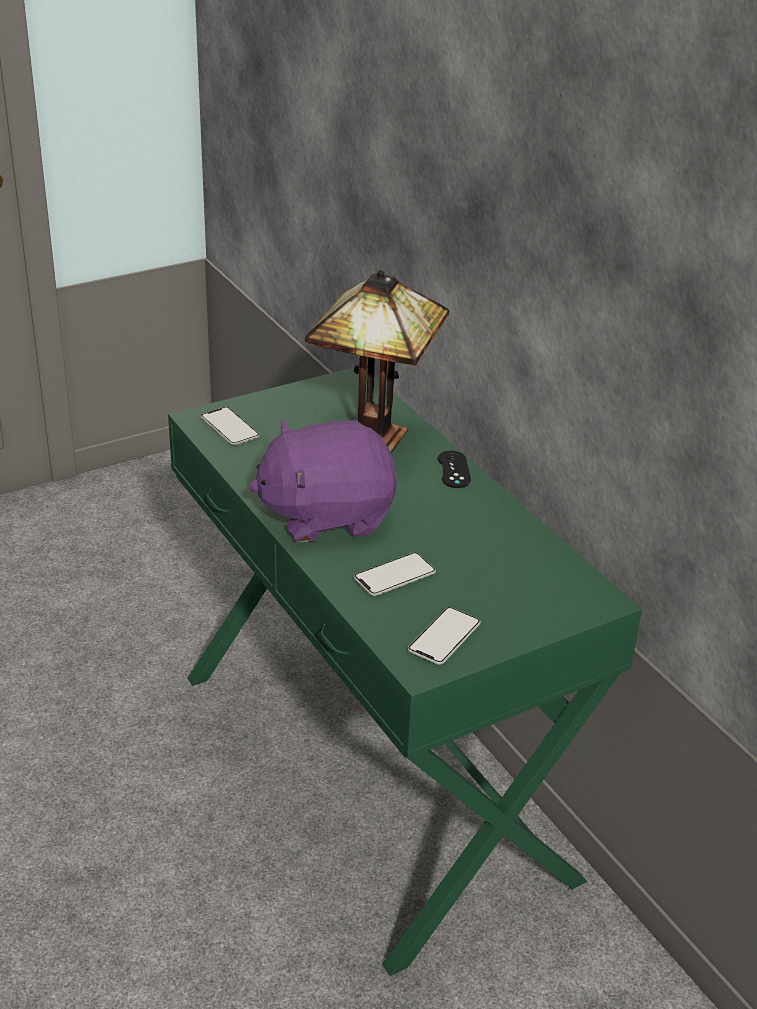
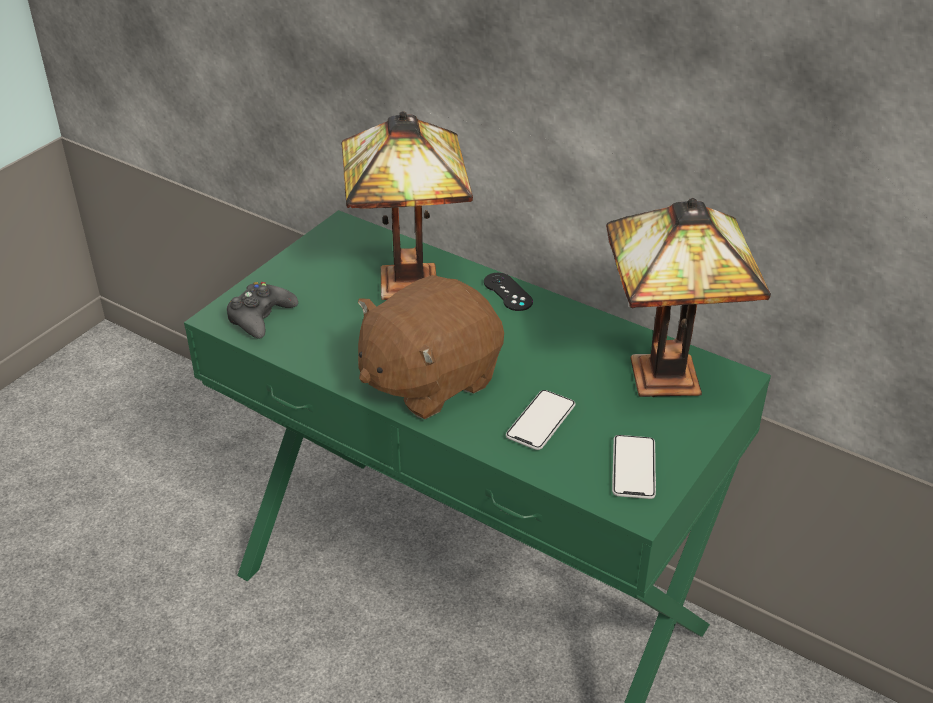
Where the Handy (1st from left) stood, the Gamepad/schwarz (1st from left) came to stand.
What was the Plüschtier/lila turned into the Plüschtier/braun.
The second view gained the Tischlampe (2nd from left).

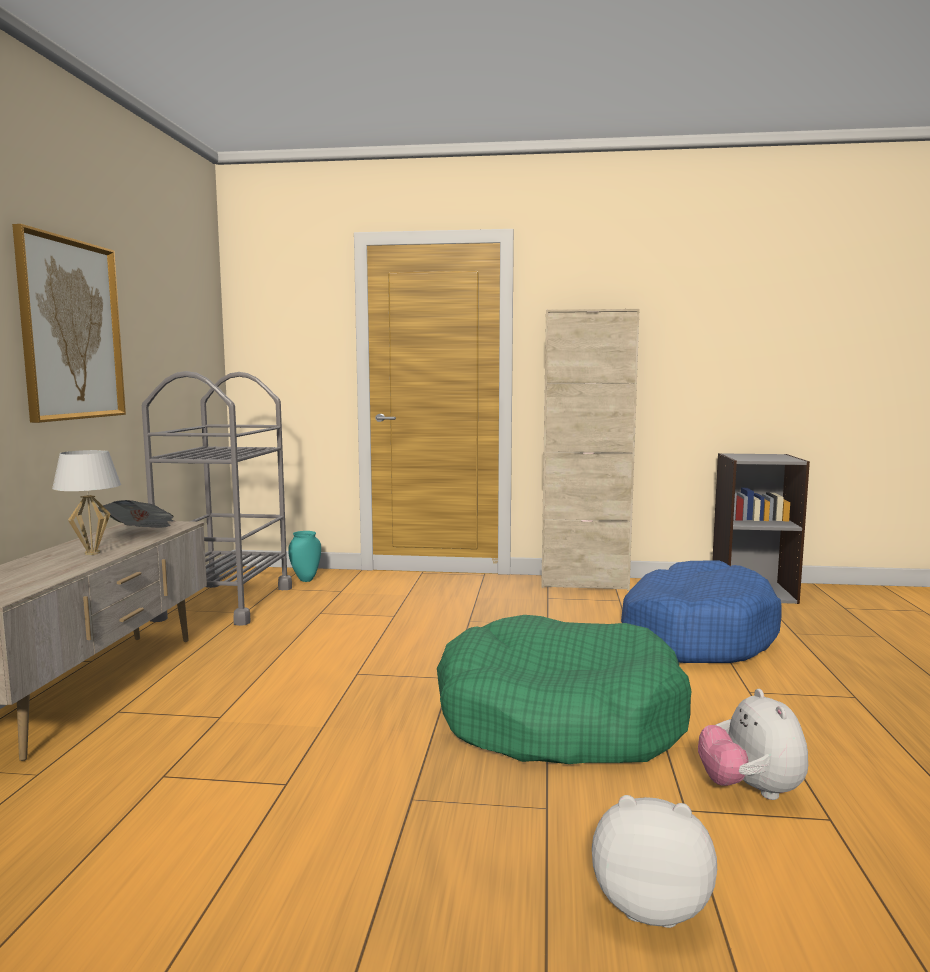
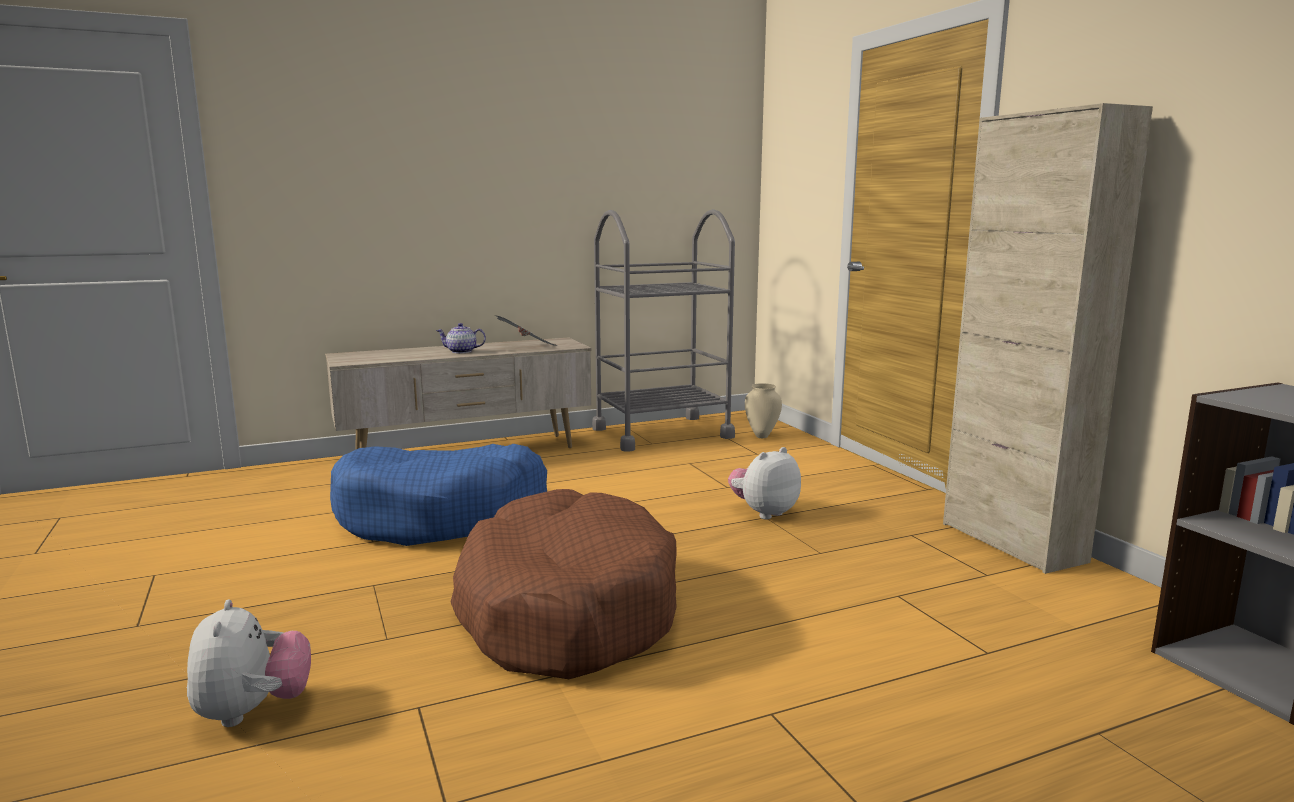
The second view lost the Bild.
Where the Tischlampe/weiß stood, the Teekanne came to stand.
What was the Vase/türkis turned into the Vase/beige.
The Hundebett/blau ended up elsewhere.
What was the Hundebett/grün turned into the Hundebett/braun.
The Plüschtier (2nd from left) ended up elsewhere.

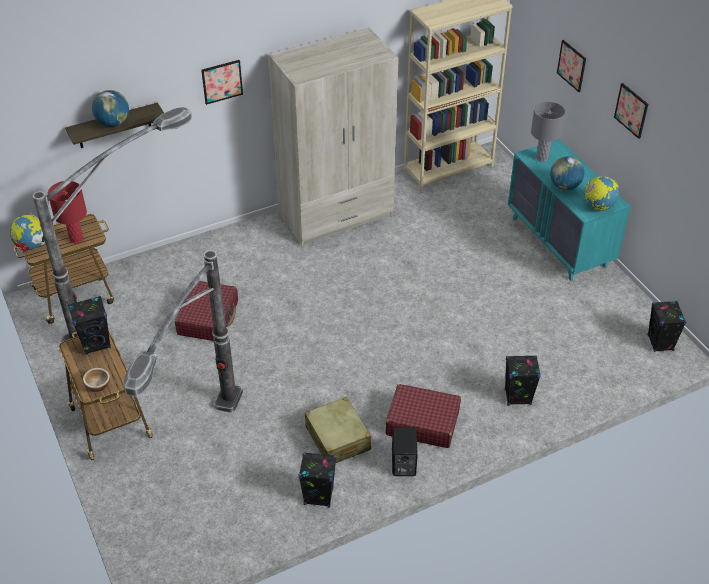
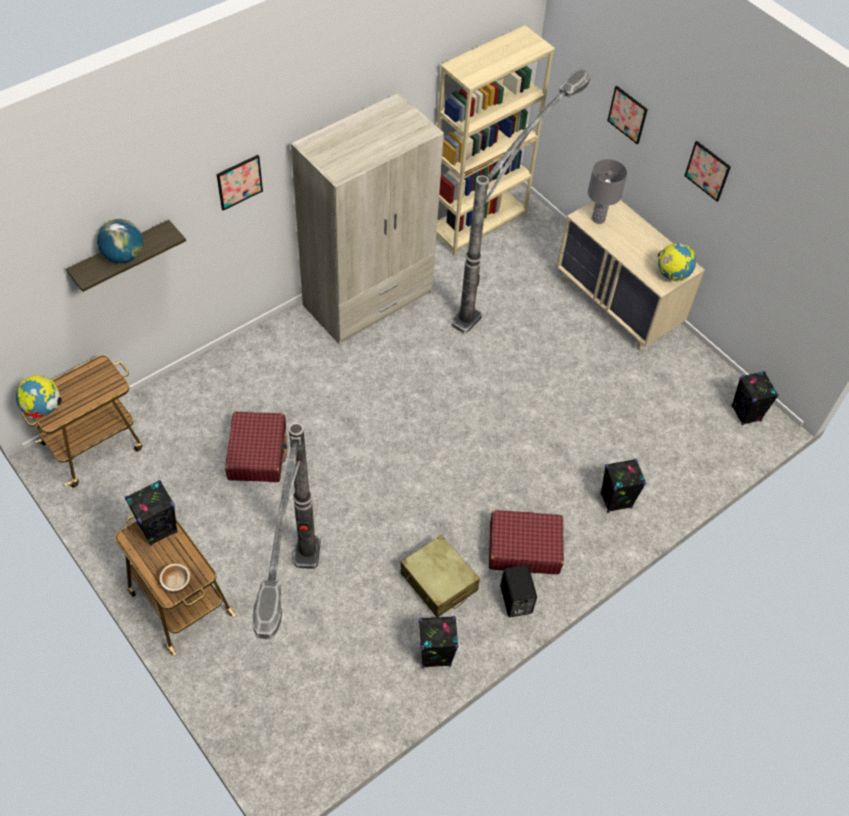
The Stehlampe (1st from left in the first image) ended up elsewhere.
What was the Kommode/türkis turned into the Kommode/beige.
The second view lost the Globus (3rd from left).
The second view lost the Tischlampe/rot.

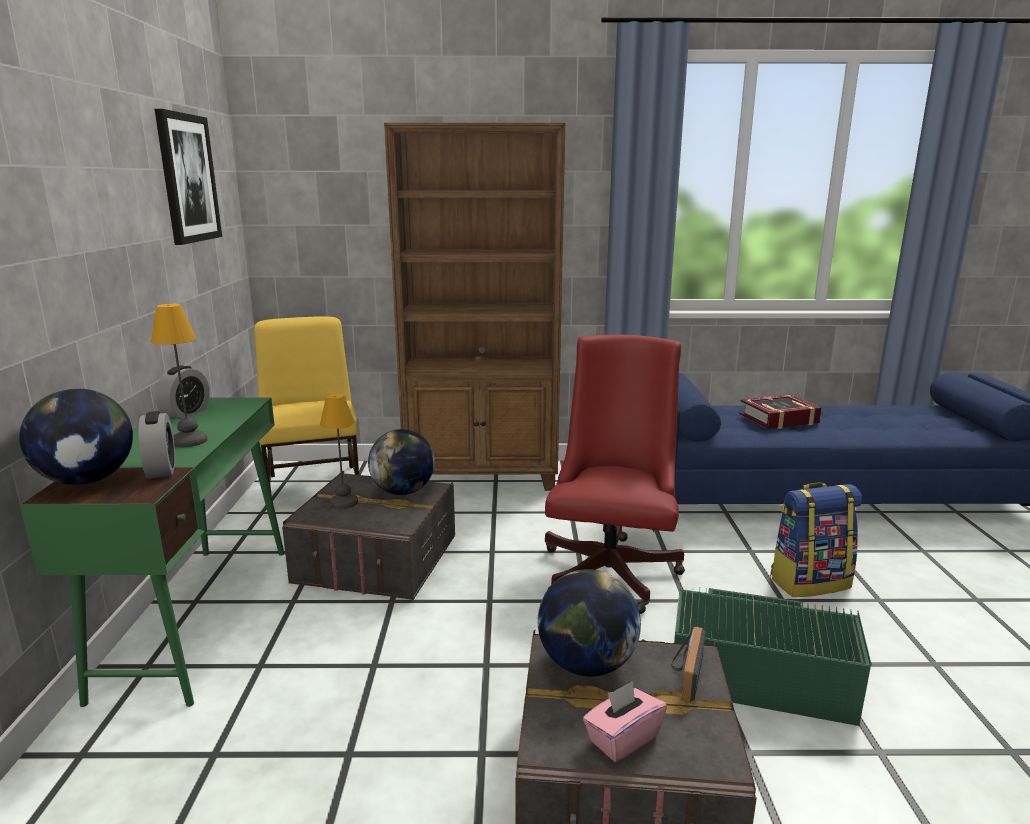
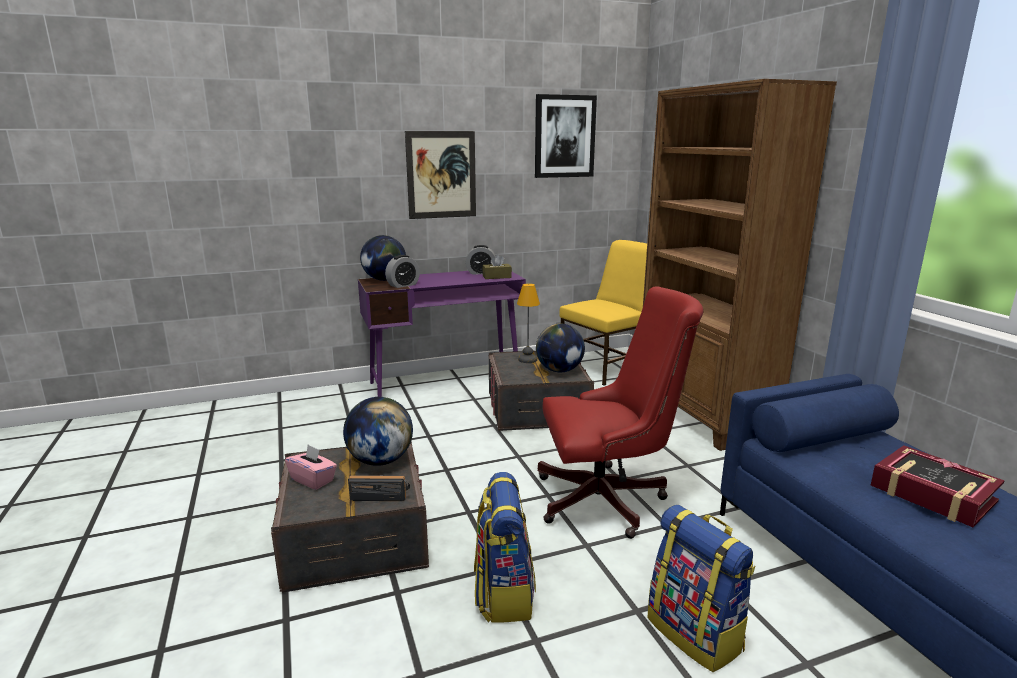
The second view lost the Tischlampe (1st from left).
What was the Schreibtisch/grün turned into the Schreibtisch/lila.
Where the Aufbewahrungsbox/grün stood, the Rucksack (1st from left) came to stand.
The second view gained the Bild (1st from left).
The second view gained the Taschentuchbox/braun.

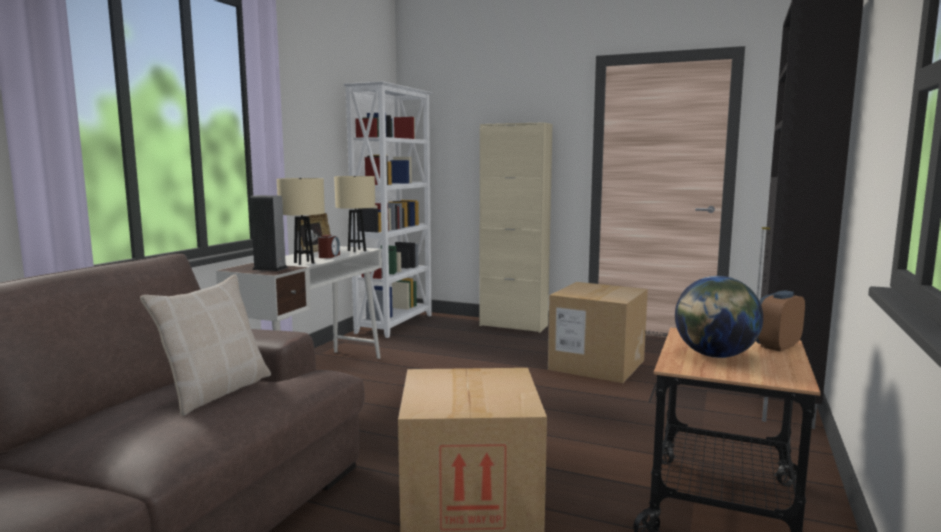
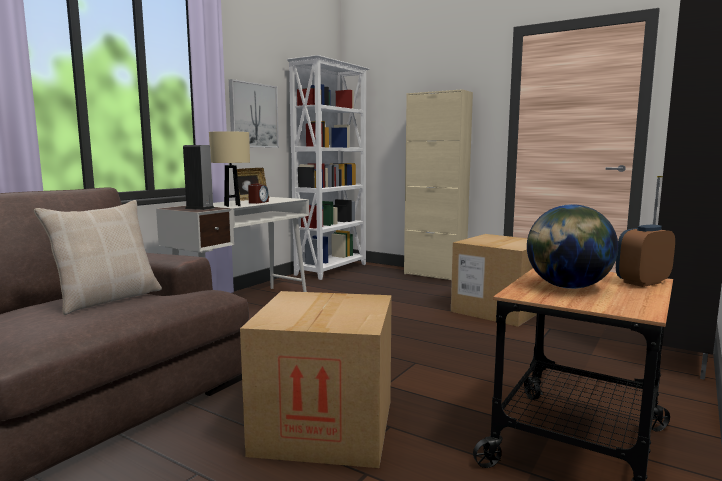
The second view lost the Tischlampe/beige (2nd from left).
The second view gained the Bild.

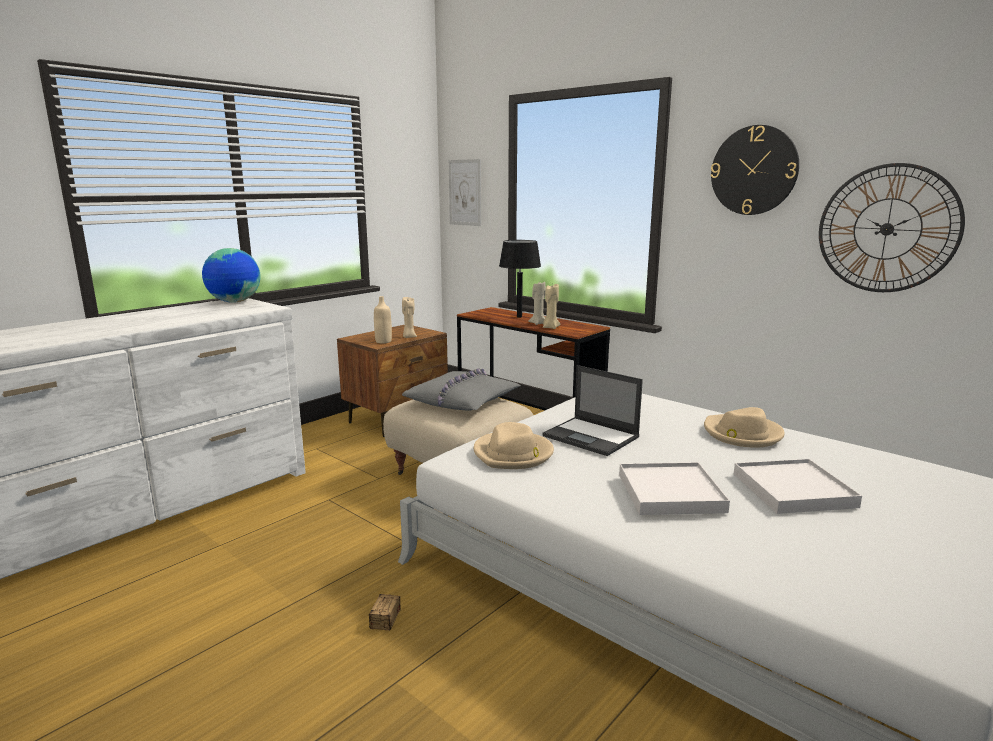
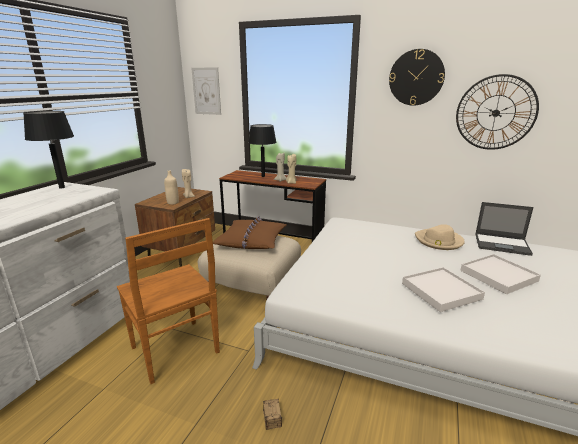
Where the Globus stood, the Tischlampe/schwarz (1st from left) came to stand.
The Laptop ended up elsewhere.
What was the Kissen/grau turned into the Kissen/braun.
The second view lost the Hut/beige (1st from left).
The second view gained the Stuhl/braun.

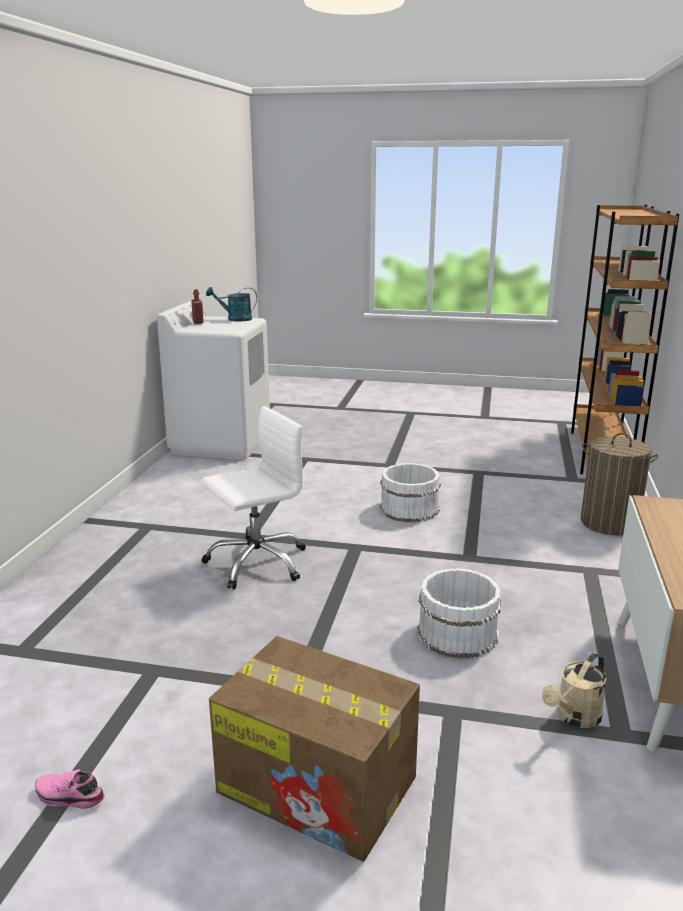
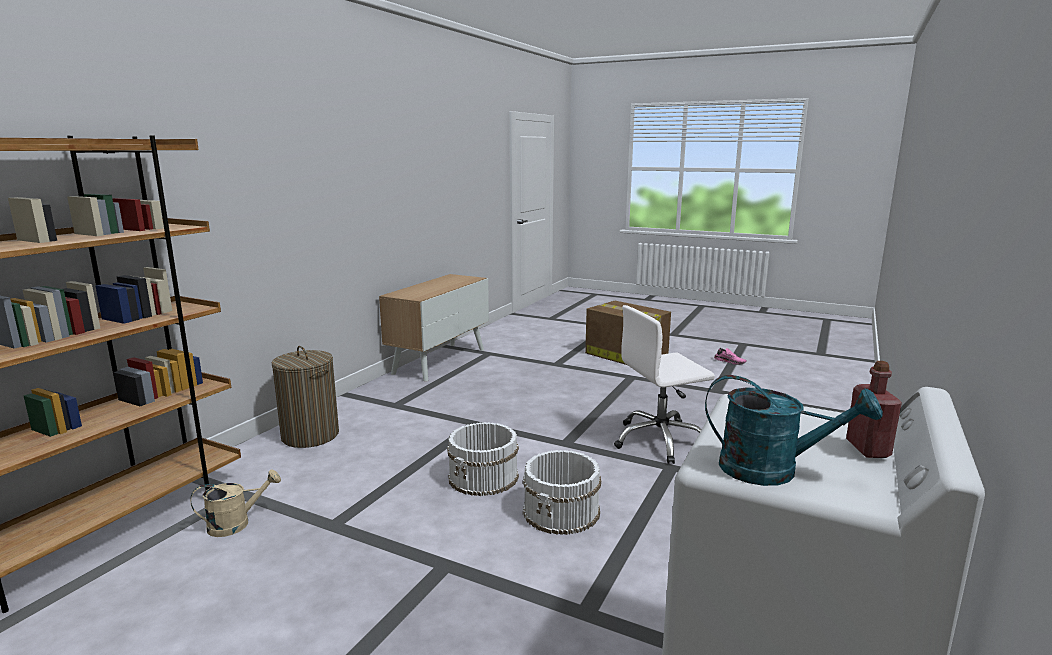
The Eimer/weiß (2nd from left) ended up elsewhere.
The Gießkanne/beige ended up elsewhere.

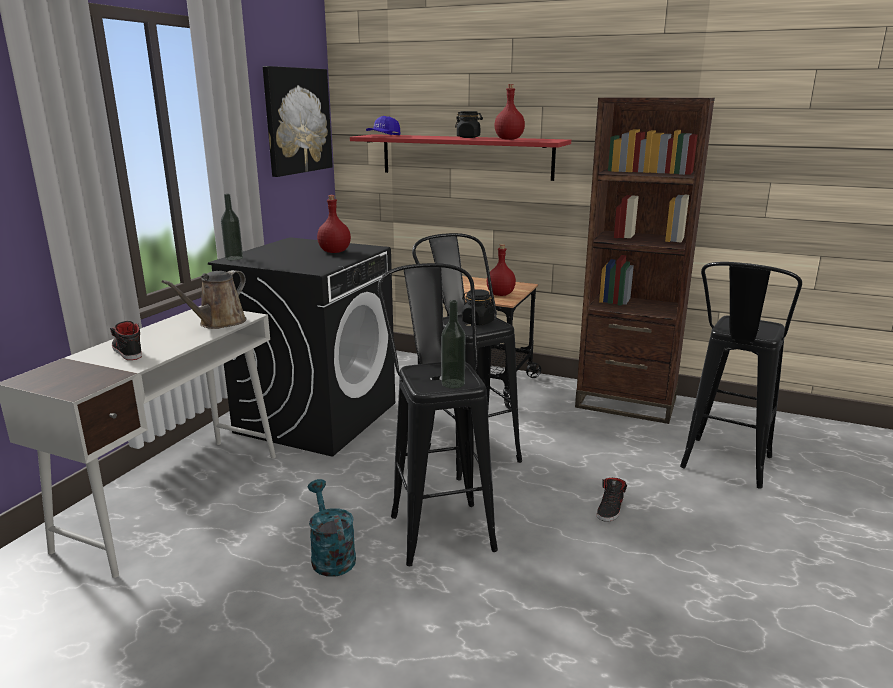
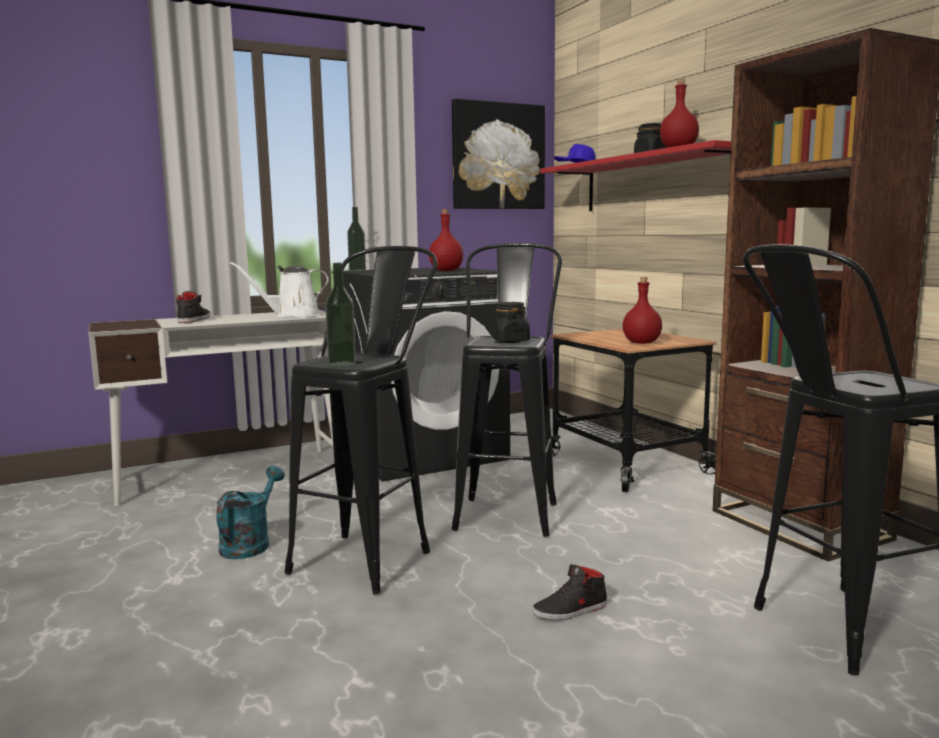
What was the Gießkanne/braun turned into the Gießkanne/weiß.

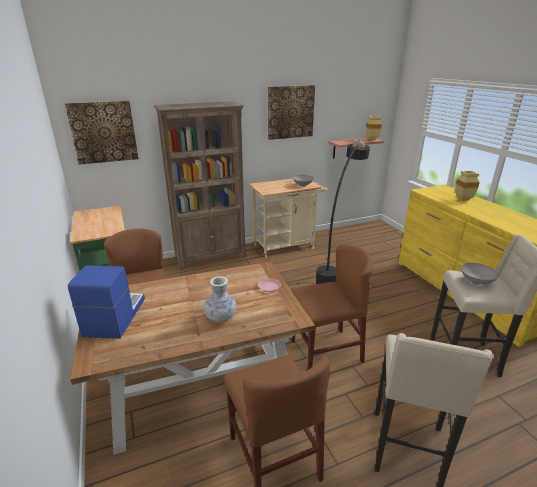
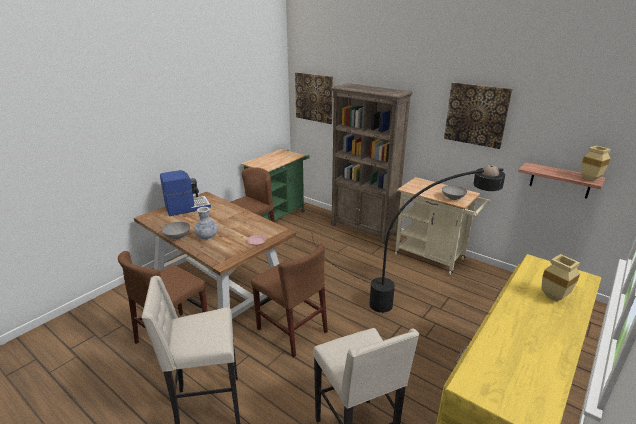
The Schüssel/grau (2nd from left in the first image) ended up elsewhere.

